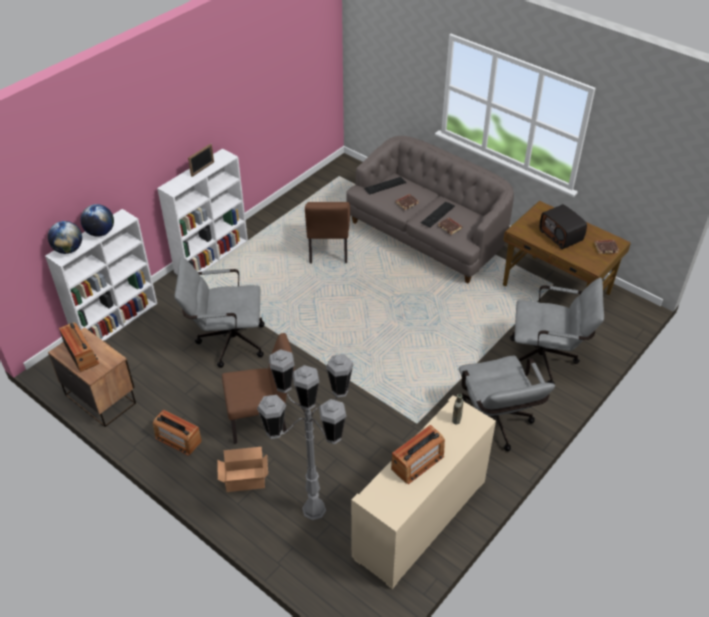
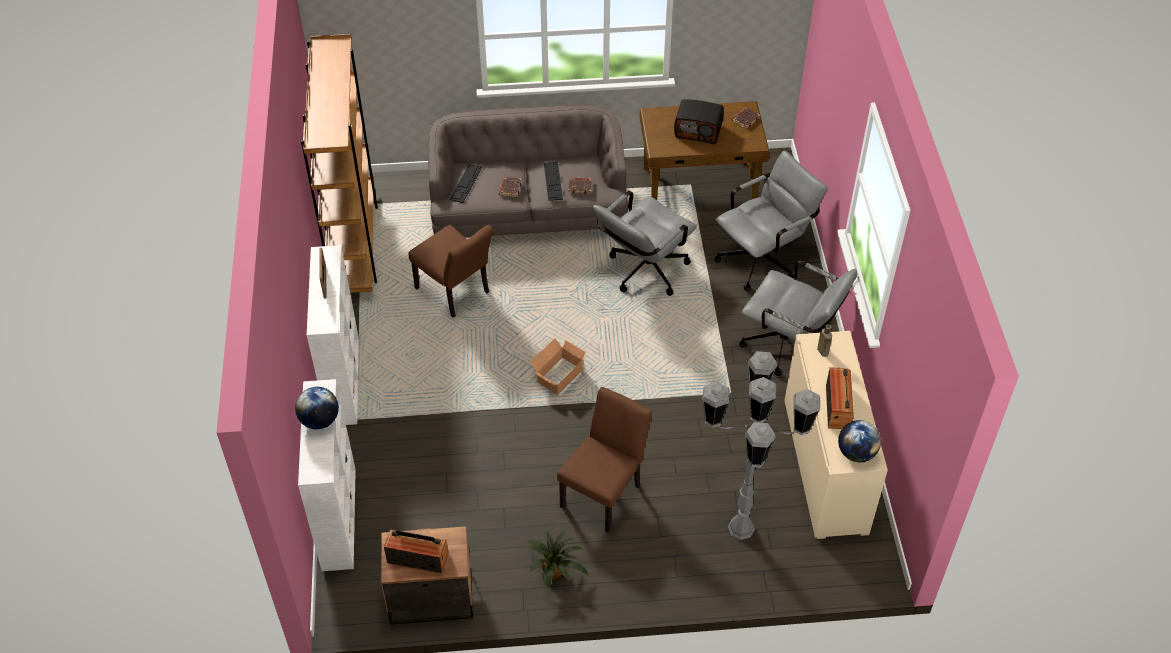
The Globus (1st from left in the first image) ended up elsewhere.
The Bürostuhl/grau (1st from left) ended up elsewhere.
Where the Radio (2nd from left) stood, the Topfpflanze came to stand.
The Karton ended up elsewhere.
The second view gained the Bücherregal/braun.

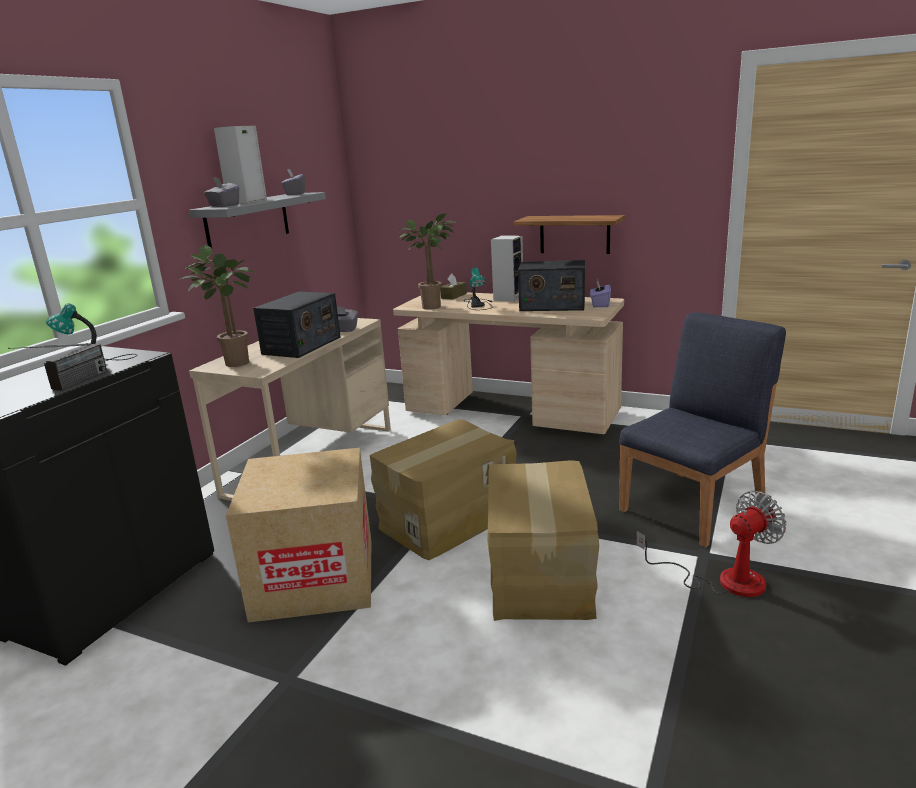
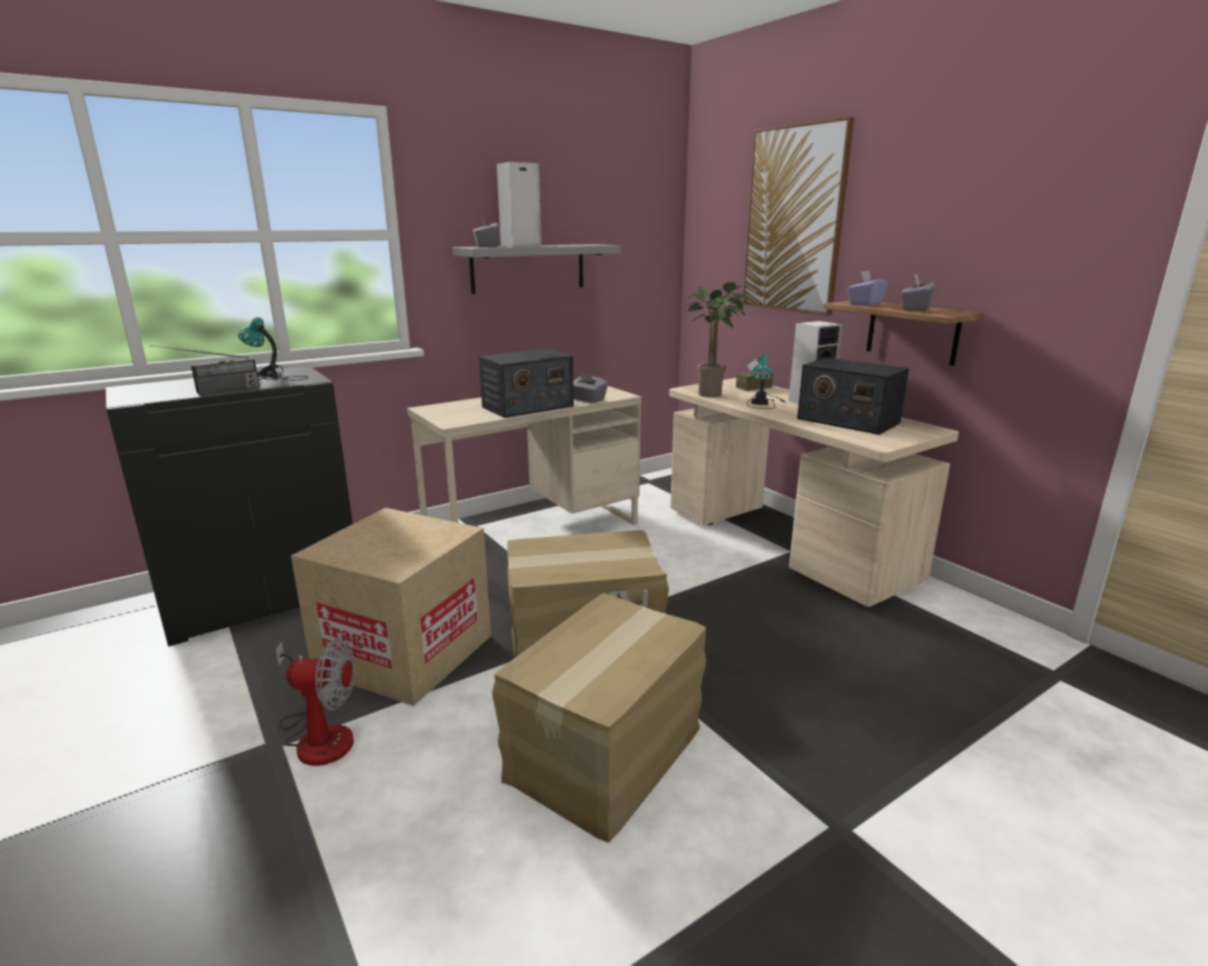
The Taschentuchbox/grau (2nd from left in the first image) ended up elsewhere.
The second view lost the Topfpflanze (1st from left).
The Taschentuchbox/lila ended up elsewhere.
The second view lost the Stuhl/blau.
The Ventilator ended up elsewhere.
The second view gained the Bild.

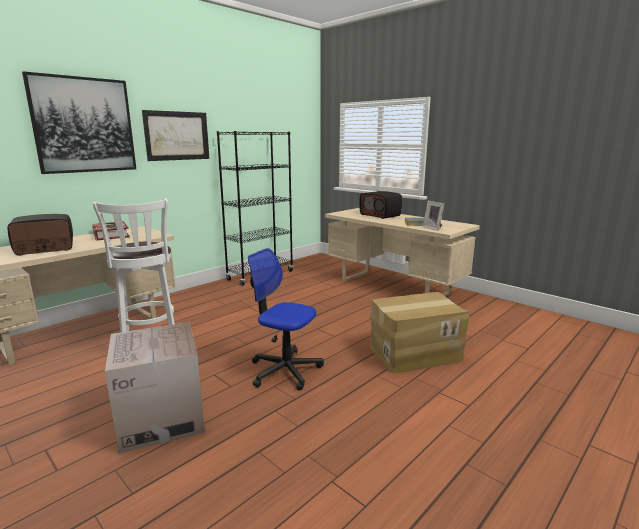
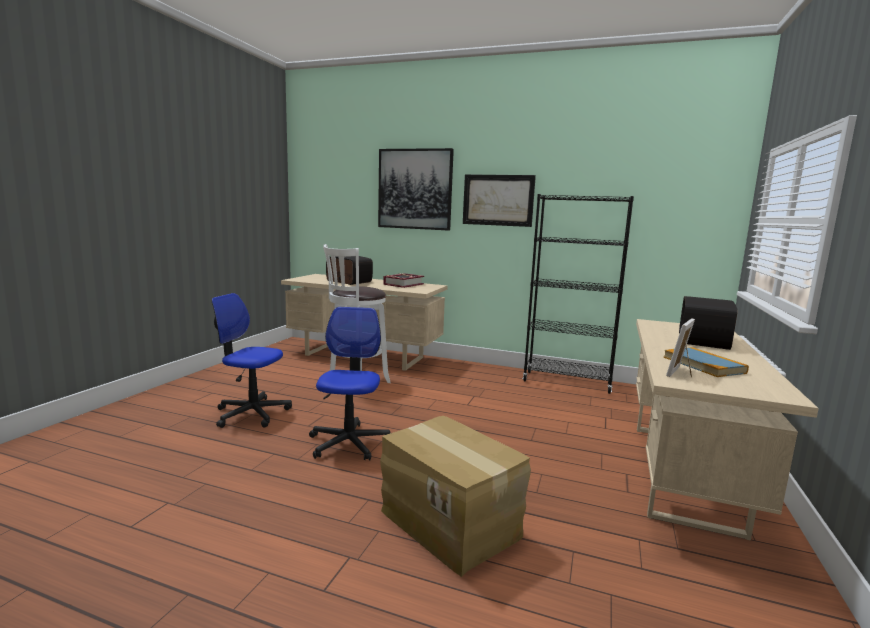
Where the Karton (1st from left) stood, the Bürostuhl (1st from left) came to stand.

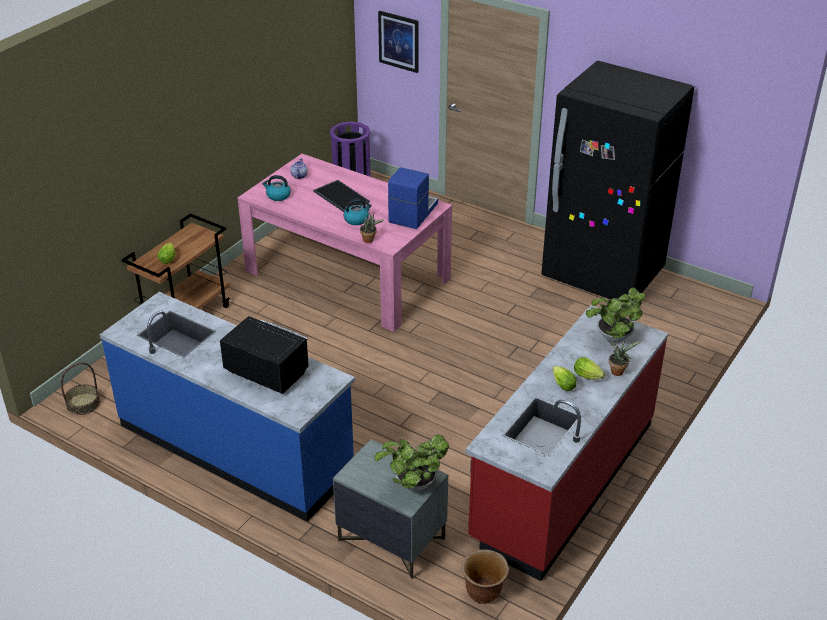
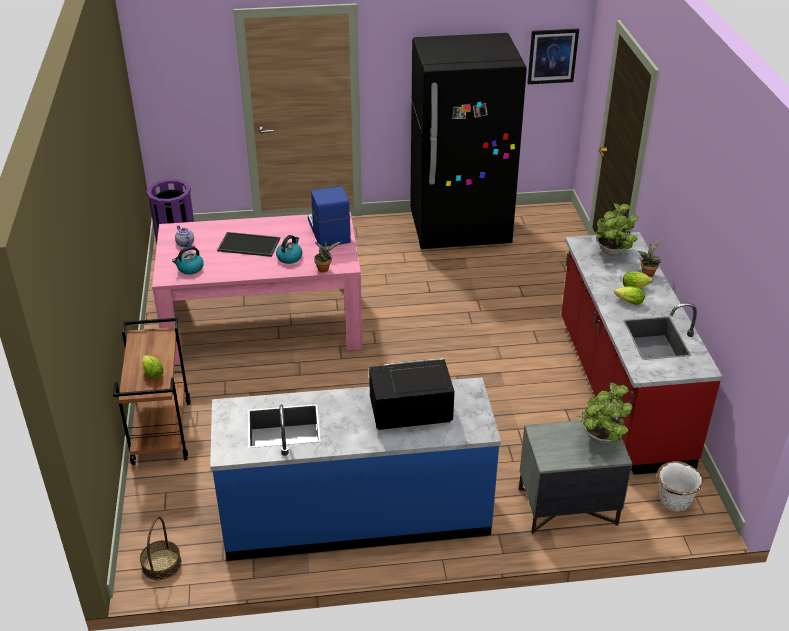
The Bild ended up elsewhere.
What was the Pflanzkübel/braun turned into the Pflanzkübel/weiß.

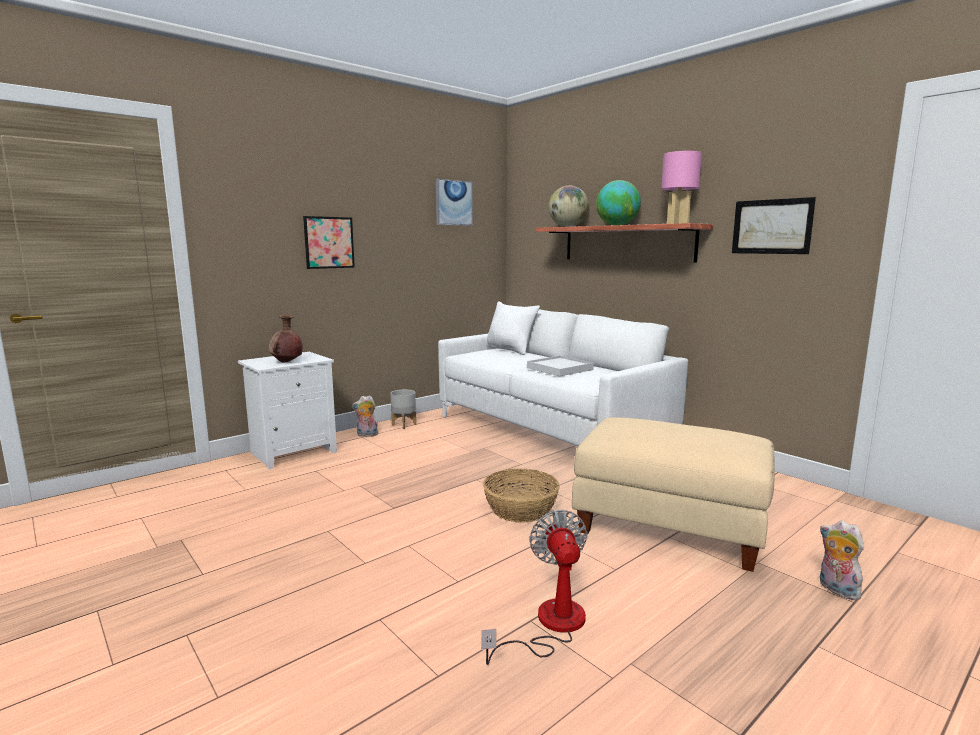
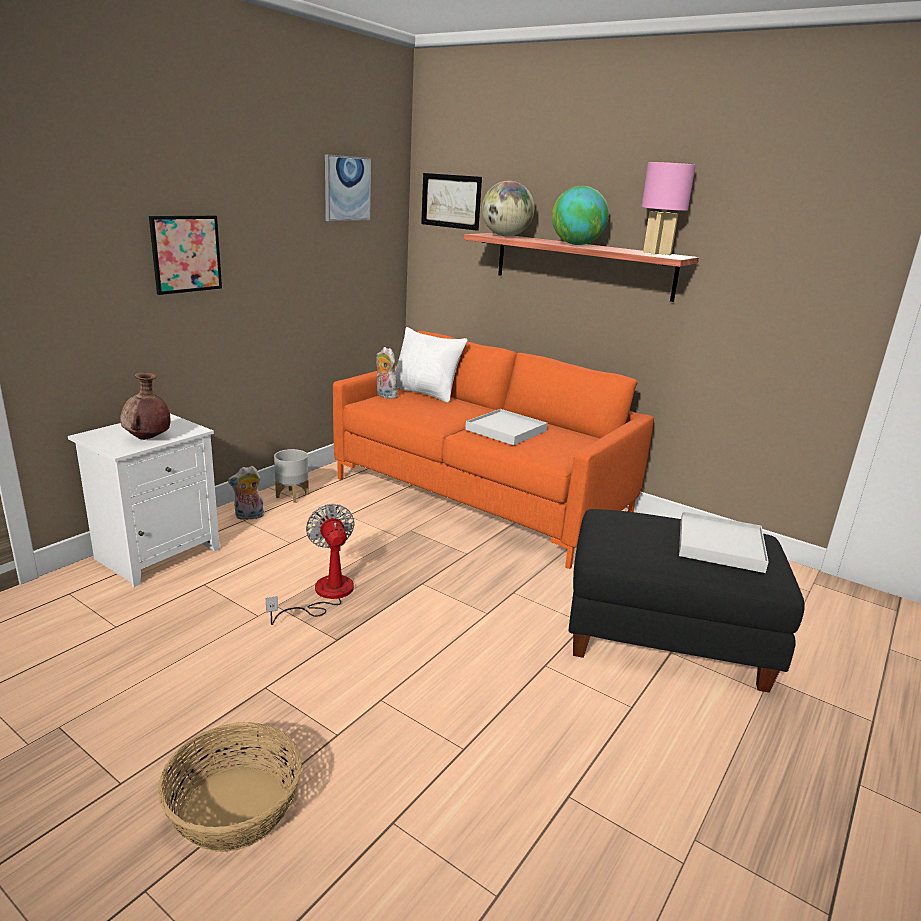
The Bild (3rd from left) ended up elsewhere.
What was the Sofa/weiß turned into the Sofa/orange.
What was the Polsterhocker/beige turned into the Polsterhocker/schwarz.
The Korb ended up elsewhere.
The Ventilator ended up elsewhere.
The Plüschtier (2nd from left) ended up elsewhere.
The second view gained the Tablett/weiß (2nd from left).

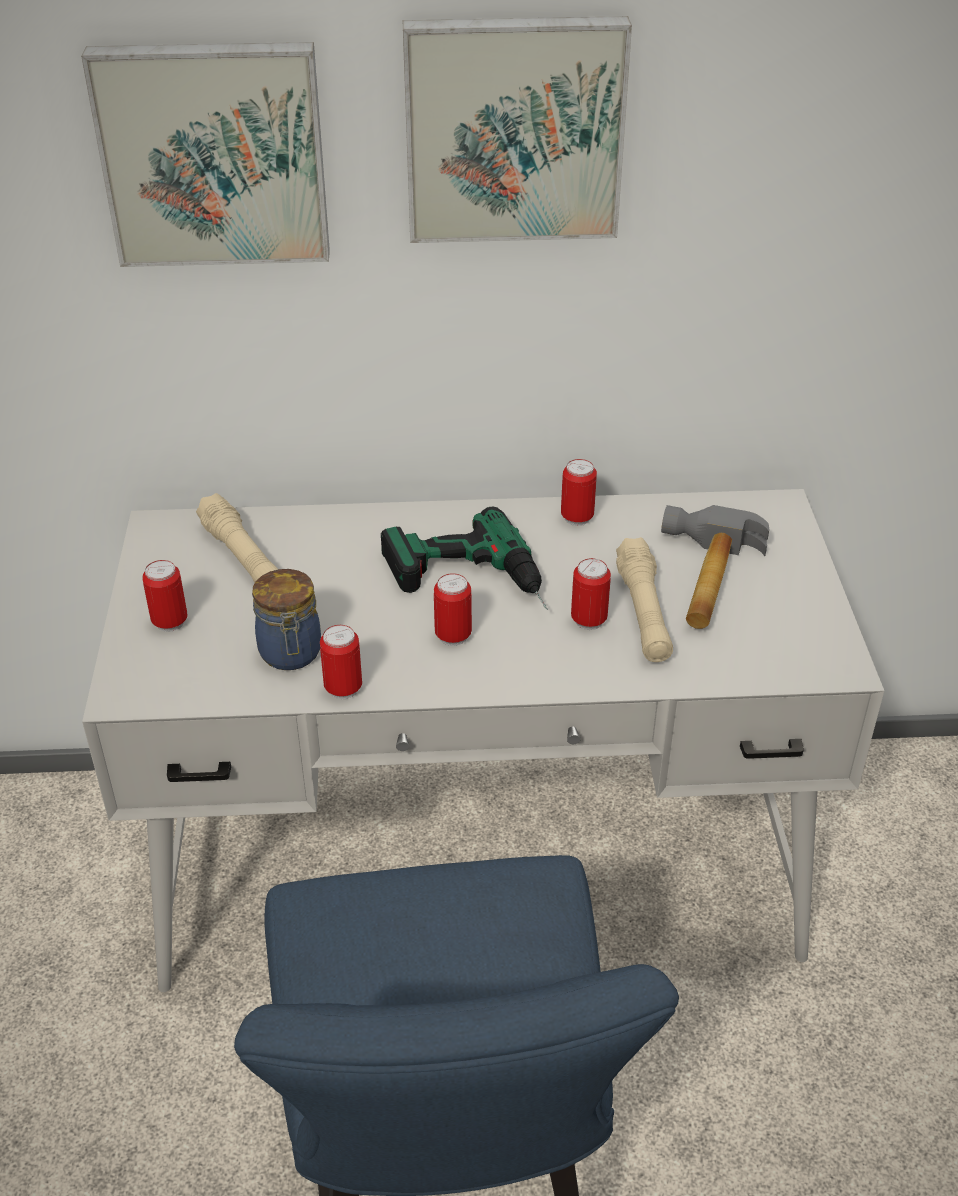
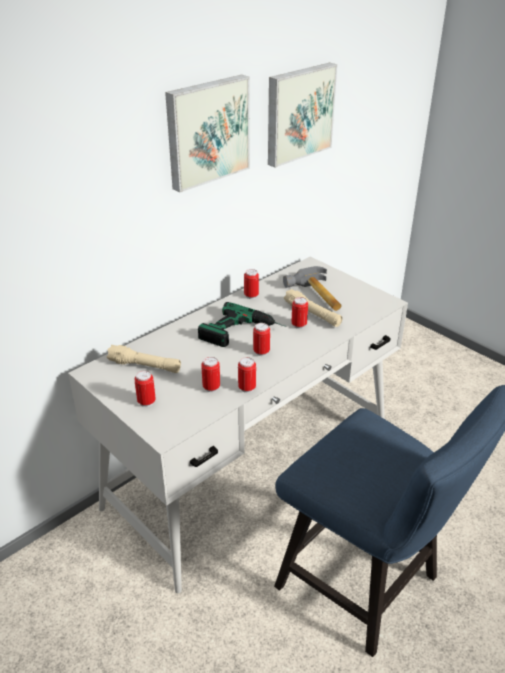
The Bild (1st from left in the first image) ended up elsewhere.
Where the Vorratsglas stood, the Dose (2nd from left) came to stand.

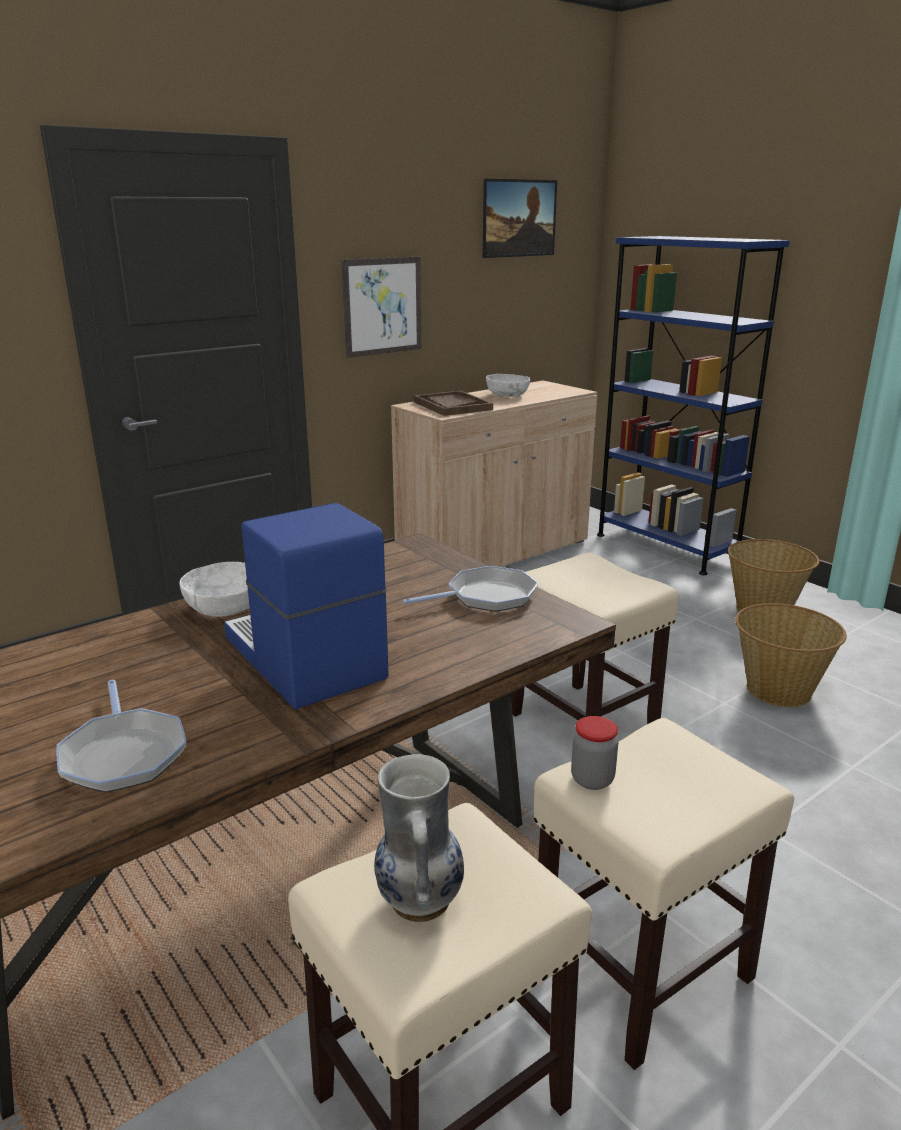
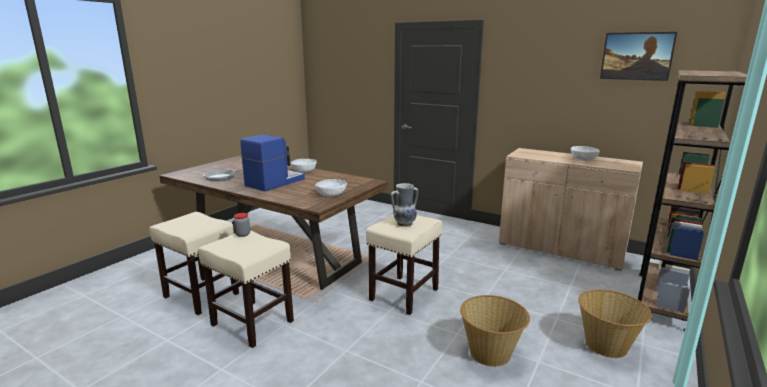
What was the Bücherregal/blau turned into the Bücherregal/braun.
The second view lost the Bild (1st from left).
The second view lost the Tablett/braun.
Where the Pfanne (2nd from left) stood, the Schüssel/weiß (2nd from left) came to stand.
The Vase ended up elsewhere.

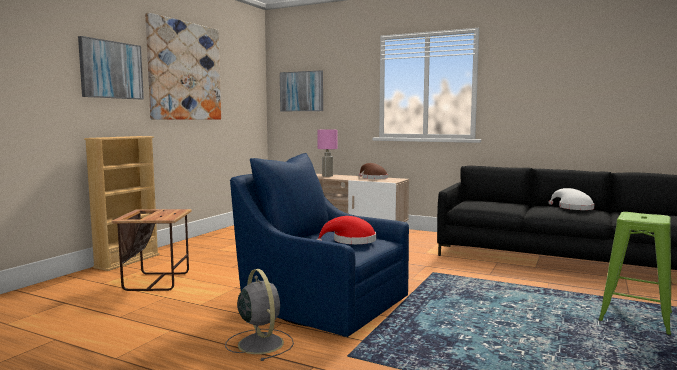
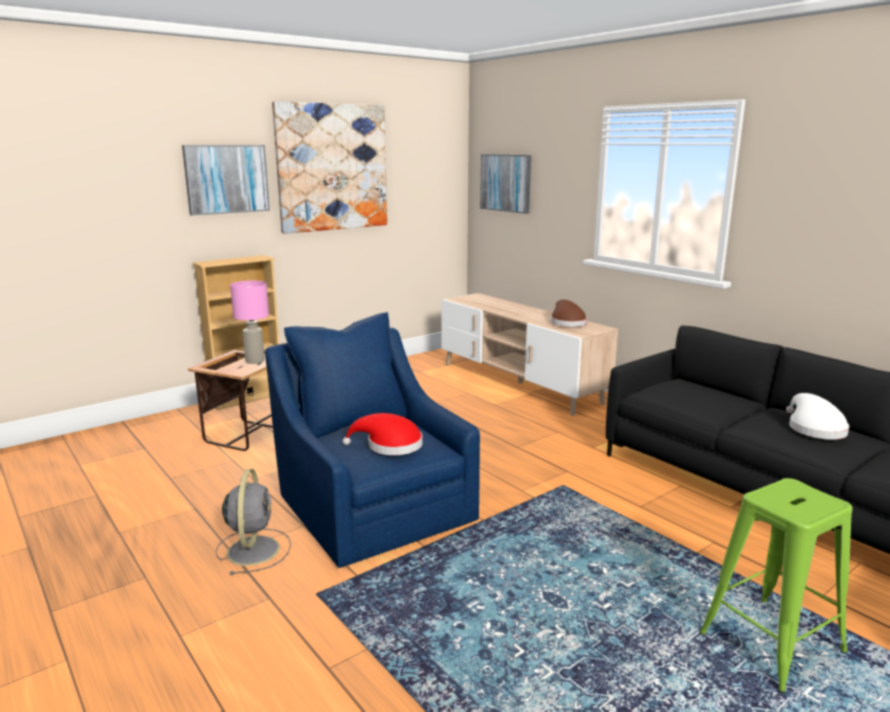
The Tischlampe/rosa ended up elsewhere.

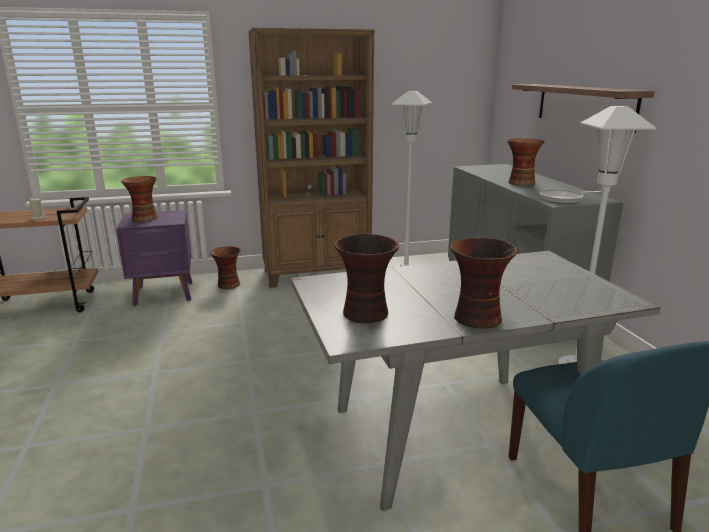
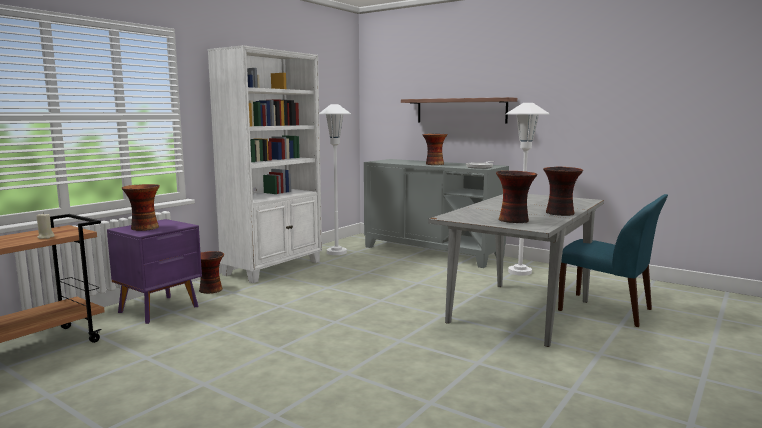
What was the Bücherregal/braun turned into the Bücherregal/weiß.

